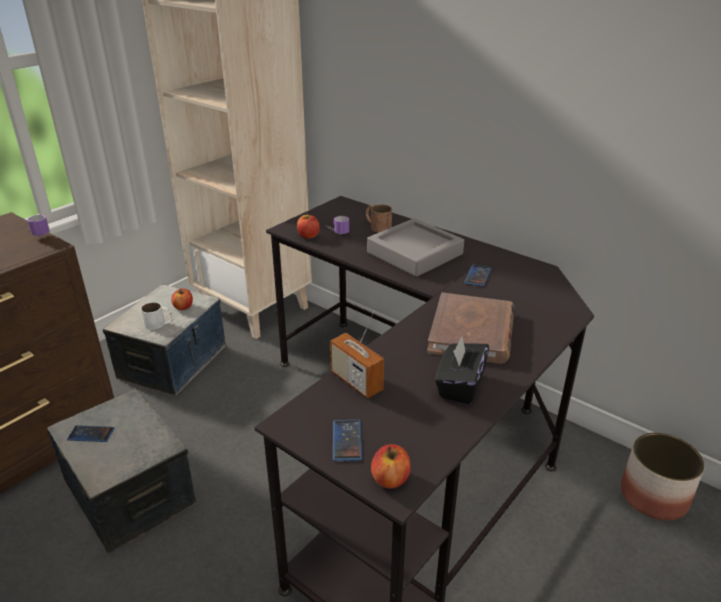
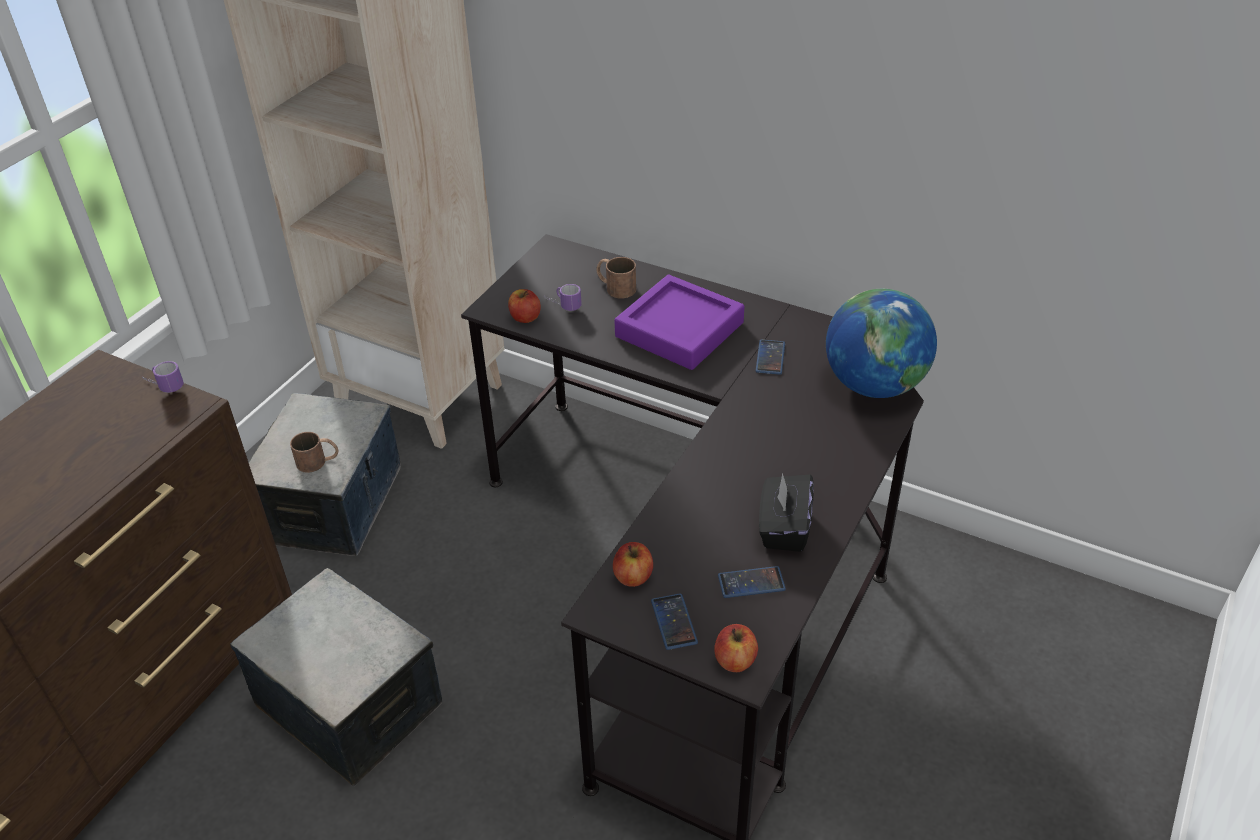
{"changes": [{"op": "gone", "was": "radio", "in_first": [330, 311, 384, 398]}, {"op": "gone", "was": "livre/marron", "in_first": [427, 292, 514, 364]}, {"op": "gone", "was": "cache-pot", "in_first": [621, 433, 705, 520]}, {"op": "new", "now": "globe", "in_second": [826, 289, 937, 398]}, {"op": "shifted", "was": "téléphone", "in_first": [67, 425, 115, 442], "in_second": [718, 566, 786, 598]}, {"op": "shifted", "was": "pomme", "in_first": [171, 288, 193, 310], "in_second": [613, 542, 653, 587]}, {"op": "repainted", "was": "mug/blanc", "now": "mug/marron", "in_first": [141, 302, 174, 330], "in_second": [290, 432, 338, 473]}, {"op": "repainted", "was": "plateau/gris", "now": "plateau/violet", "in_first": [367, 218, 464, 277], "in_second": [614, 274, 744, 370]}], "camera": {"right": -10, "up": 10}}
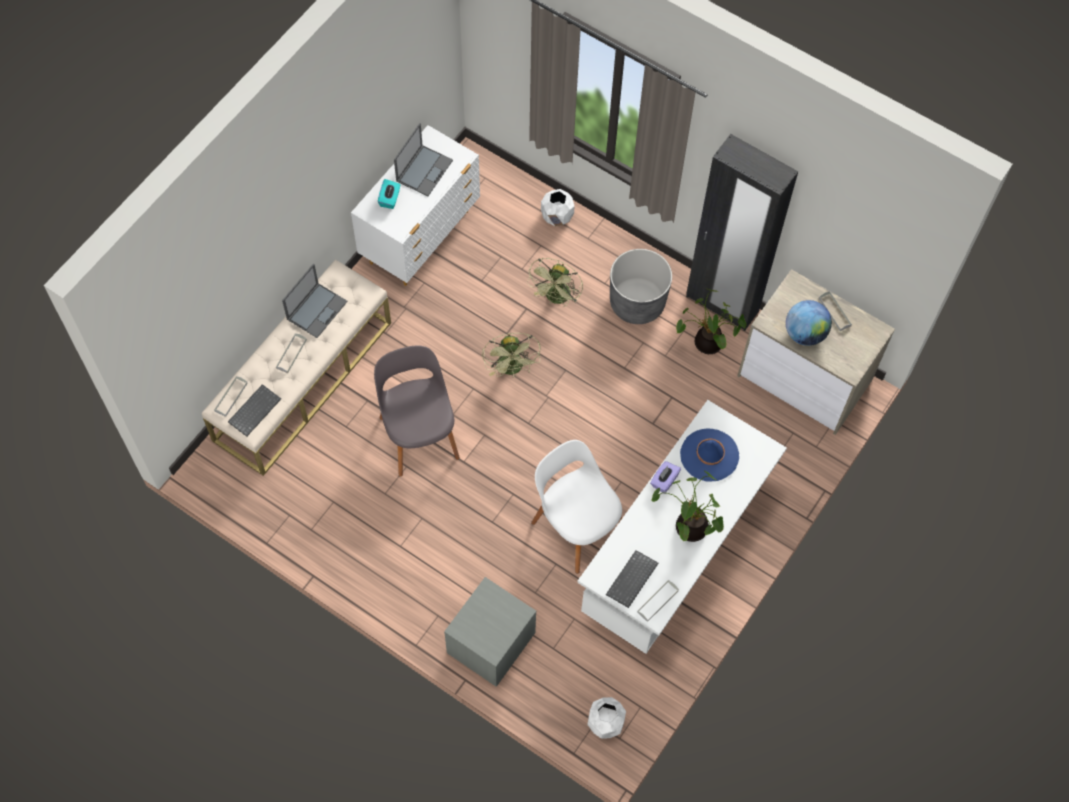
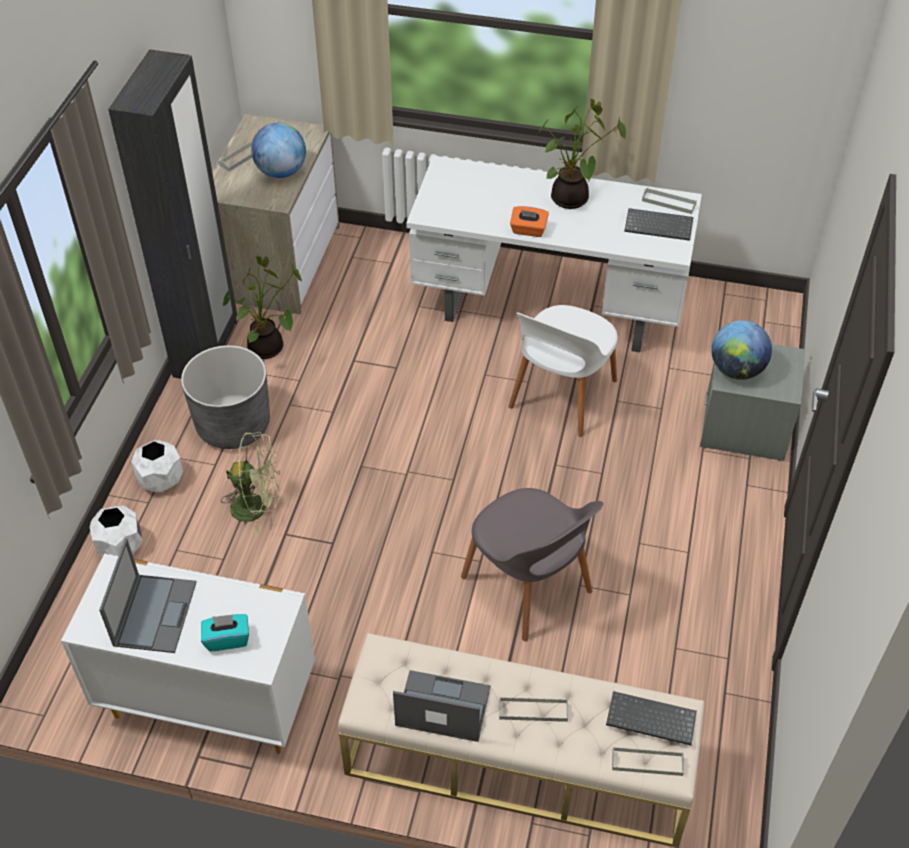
{"changes": [{"op": "gone", "was": "ventilateur/vert", "in_first": [482, 333, 541, 378]}, {"op": "gone", "was": "chapeau/bleu", "in_first": [680, 428, 739, 481]}, {"op": "new", "now": "globe", "in_second": [711, 320, 772, 380]}, {"op": "shifted", "was": "cache-pot/blanc", "in_first": [587, 697, 626, 739], "in_second": [131, 440, 183, 493]}, {"op": "repainted", "was": "boîte à mouchoirs/violet", "now": "boîte à mouchoirs/orange", "in_first": [650, 461, 681, 494], "in_second": [510, 206, 549, 237]}, {"op": "rotated", "was": "chaise/gris", "in_first": [374, 346, 460, 477], "in_second": [461, 488, 603, 641], "clockwise": -90}, {"op": "rotated", "was": "ordinateur portable", "in_first": [394, 123, 453, 196], "in_second": [99, 539, 196, 653], "clockwise": 90}], "camera": {"right": -110, "up": -15}}
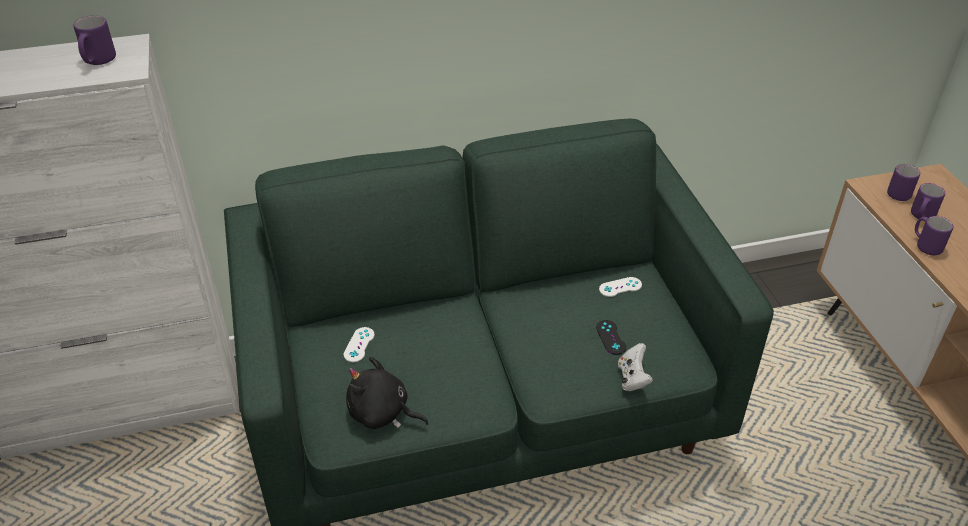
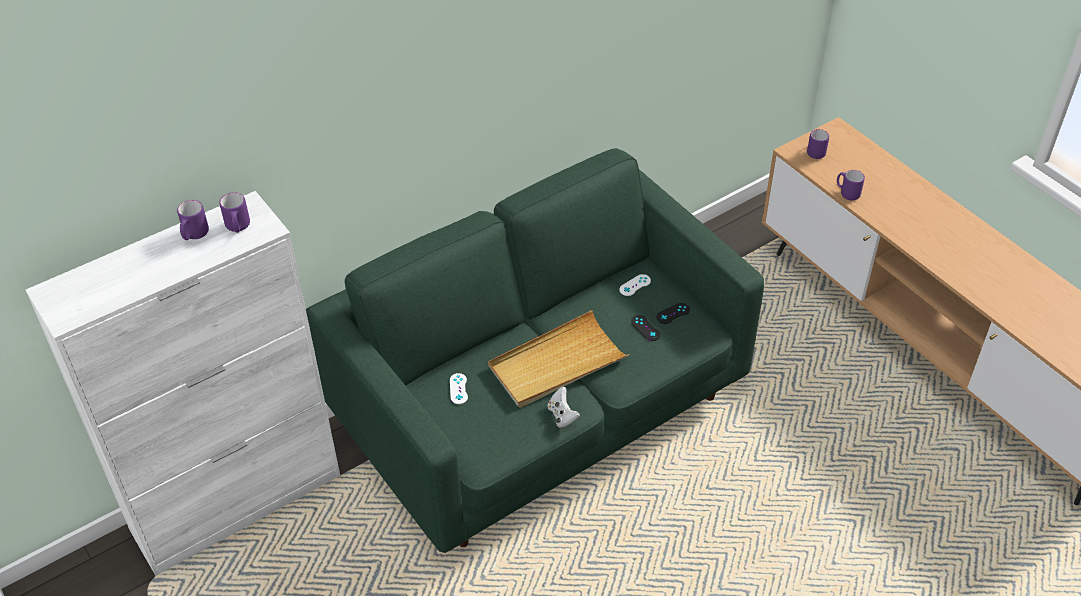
{"changes": [{"op": "gone", "was": "peluche/noir", "in_first": [346, 357, 429, 429]}, {"op": "new", "now": "plateau/beige", "in_second": [488, 310, 629, 408]}, {"op": "new", "now": "manette/noir", "in_second": [656, 303, 690, 324]}, {"op": "shifted", "was": "manette/blanc", "in_first": [618, 343, 653, 391], "in_second": [548, 387, 580, 428]}, {"op": "shifted", "was": "mug/violet", "in_first": [911, 183, 945, 221], "in_second": [177, 200, 209, 240]}], "camera": {"right": -20, "up": 5}}
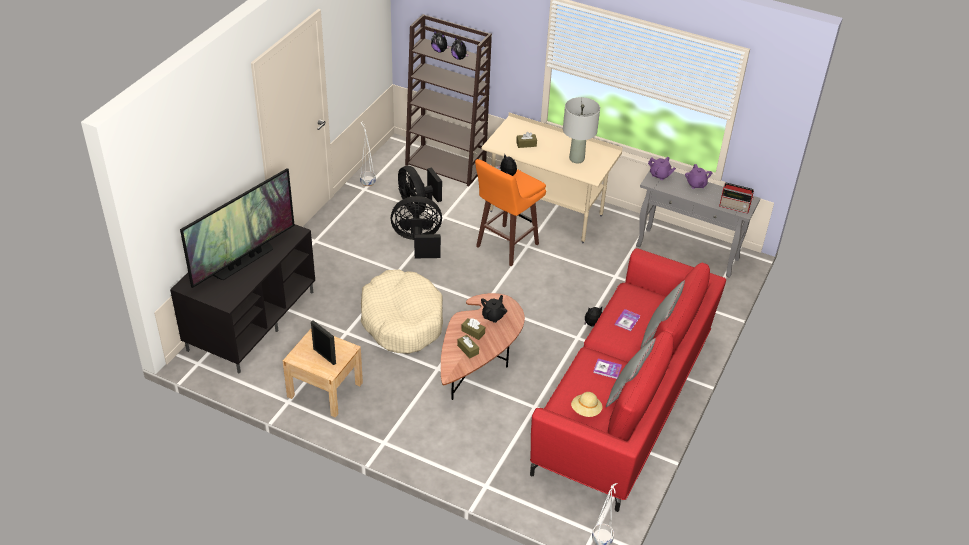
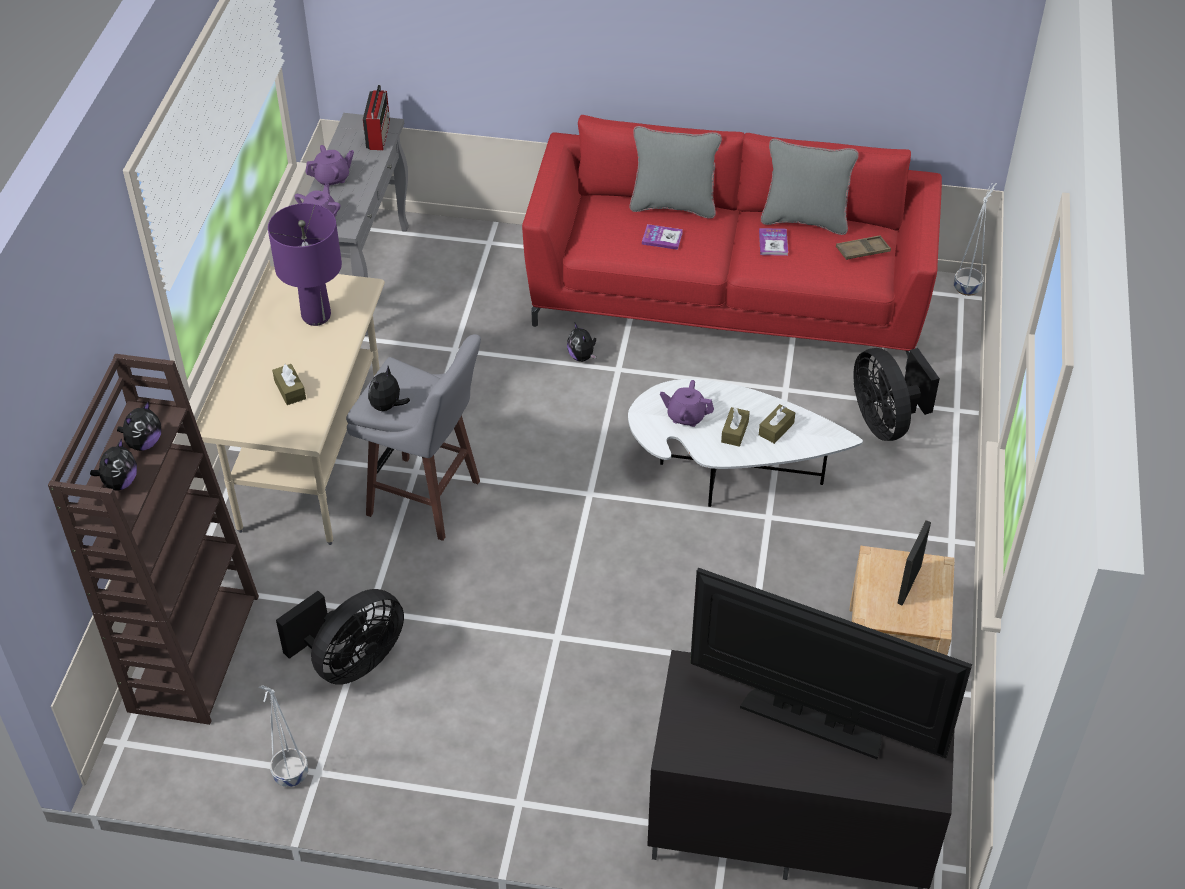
{"changes": [{"op": "gone", "was": "panier pour chien/beige", "in_first": [361, 269, 443, 354]}, {"op": "shifted", "was": "ventilateur/noir", "in_first": [391, 196, 442, 258], "in_second": [854, 348, 940, 441]}, {"op": "swapped", "was": "chapeau/beige", "now": "plateau/marron", "in_first": [571, 392, 603, 417], "in_second": [836, 235, 891, 260]}, {"op": "repainted", "was": "table basse/marron", "now": "table basse/blanc", "in_first": [441, 293, 525, 400], "in_second": [628, 379, 863, 507]}, {"op": "repainted", "was": "tabouret/orange", "now": "tabouret/gris", "in_first": [475, 159, 546, 266], "in_second": [346, 334, 481, 541]}, {"op": "repainted", "was": "théière/noir", "now": "théière/violet", "in_first": [481, 295, 507, 323], "in_second": [660, 380, 714, 427]}, {"op": "repainted", "was": "lampe de table/gris", "now": "lampe de table/violet", "in_first": [563, 97, 600, 163], "in_second": [268, 203, 342, 326]}], "camera": {"right": -105, "up": 5}}
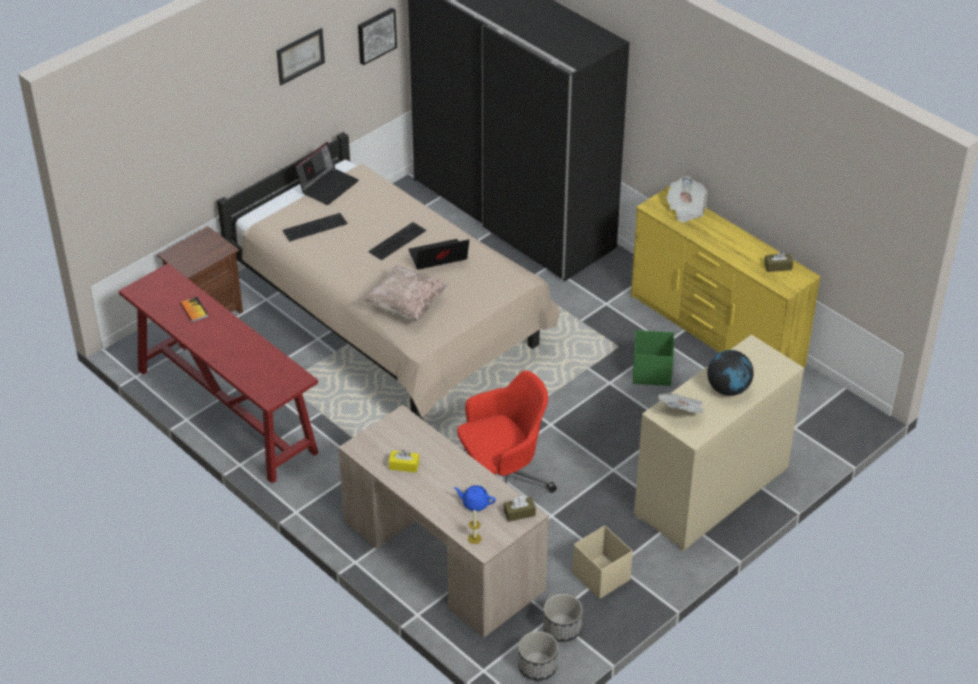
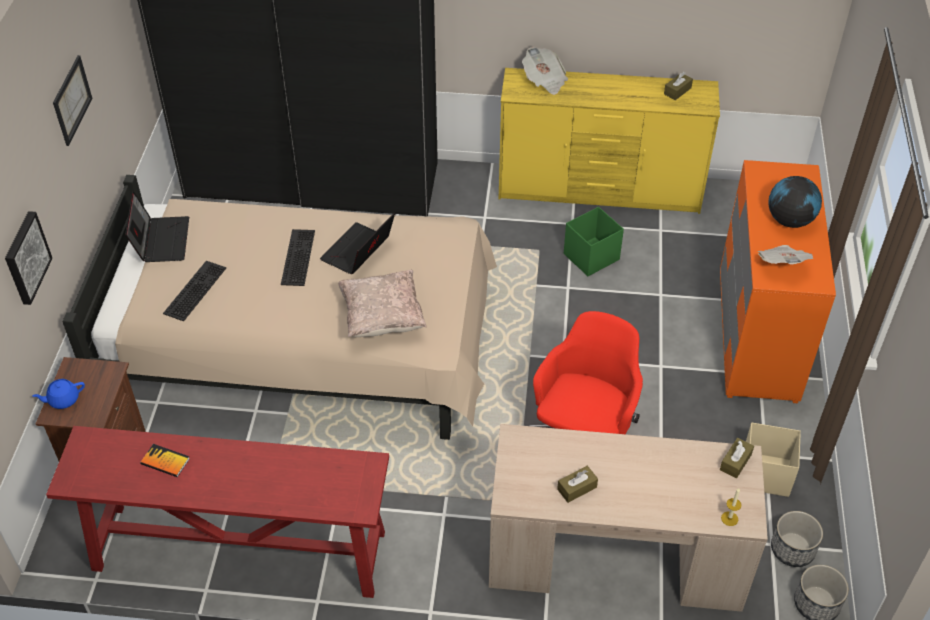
{"changes": [{"op": "shifted", "was": "tableau", "in_first": [358, 8, 397, 65], "in_second": [5, 211, 52, 305]}, {"op": "shifted", "was": "théière/bleu", "in_first": [454, 485, 496, 511], "in_second": [32, 379, 85, 409]}, {"op": "repainted", "was": "boîte à mouchoirs/jaune", "now": "boîte à mouchoirs/marron", "in_first": [389, 450, 419, 473], "in_second": [557, 466, 598, 503]}, {"op": "repainted", "was": "commode/beige", "now": "commode/orange", "in_first": [634, 334, 804, 551], "in_second": [720, 160, 836, 403]}], "camera": {"right": -40, "up": 5}}
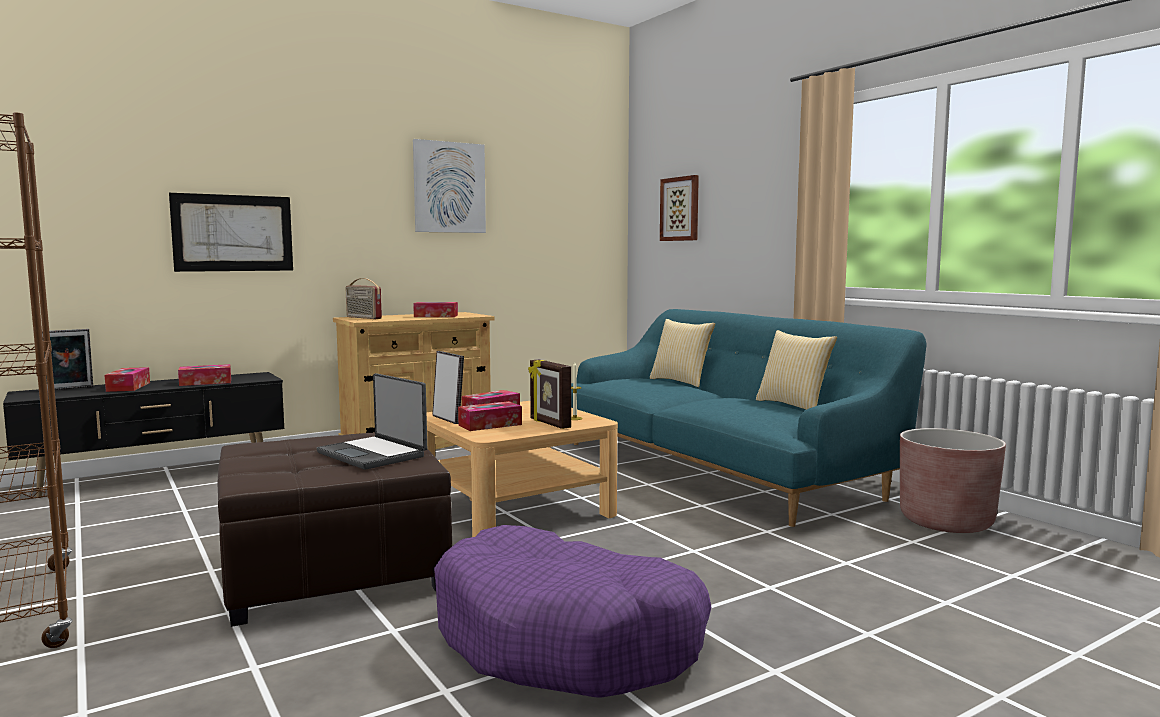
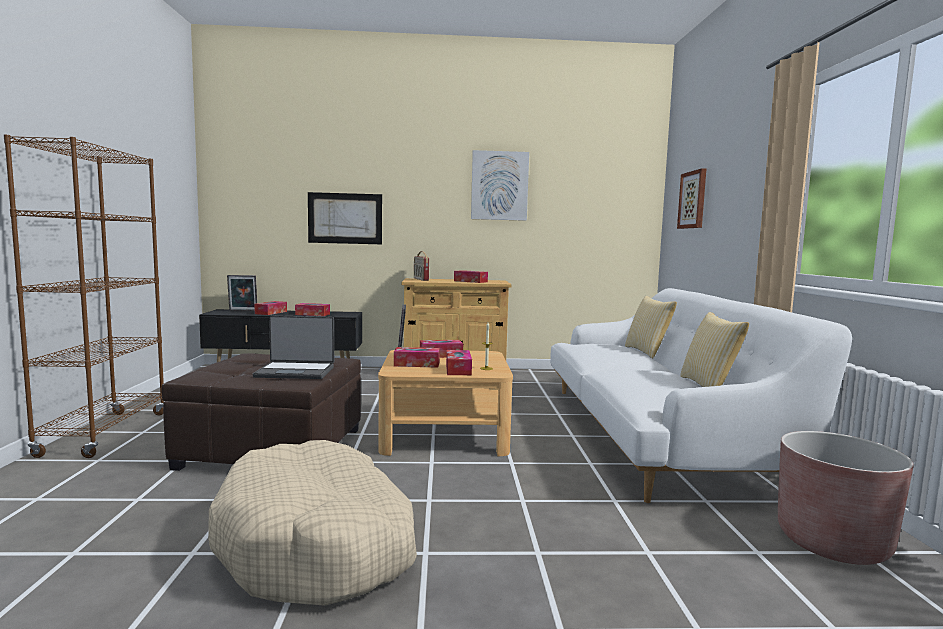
{"changes": [{"op": "swapped", "was": "cadre photo", "now": "boîte à mouchoirs", "in_first": [528, 360, 571, 429], "in_second": [446, 350, 472, 375]}, {"op": "repainted", "was": "panier pour chien/violet", "now": "panier pour chien/beige", "in_first": [434, 525, 711, 697], "in_second": [208, 440, 417, 606]}, {"op": "repainted", "was": "canapé/turquoise", "now": "canapé/blanc", "in_first": [571, 309, 927, 527], "in_second": [550, 288, 852, 503]}, {"op": "rotated", "was": "ordinateur portable", "in_first": [316, 373, 427, 469], "in_second": [253, 315, 334, 379], "clockwise": -75}], "camera": {"right": 30, "up": 0}}
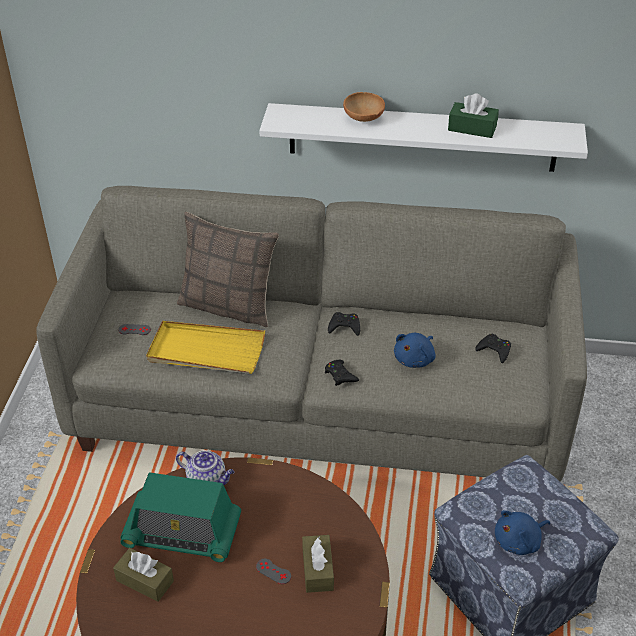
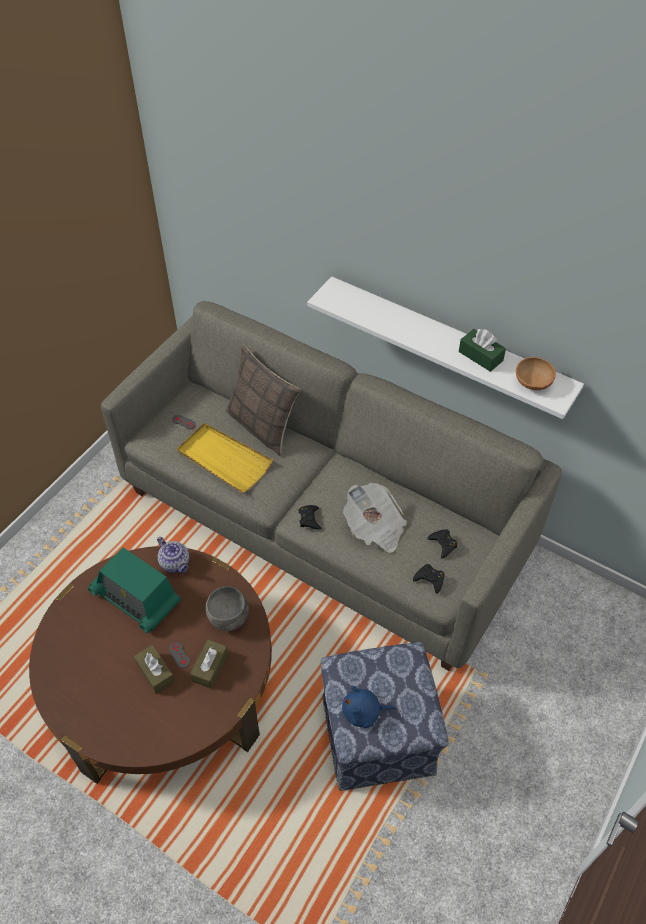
{"changes": [{"op": "new", "now": "bol/gris", "in_second": [205, 586, 249, 631]}, {"op": "shifted", "was": "boîte à mouchoirs/marron", "in_first": [113, 548, 174, 602], "in_second": [134, 645, 175, 694]}, {"op": "shifted", "was": "manette/noir", "in_first": [328, 312, 360, 336], "in_second": [413, 564, 445, 594]}, {"op": "shifted", "was": "bol/marron", "in_first": [343, 92, 385, 122], "in_second": [516, 357, 556, 390]}, {"op": "swapped", "was": "peluche/bleu", "now": "journal", "in_first": [394, 333, 436, 368], "in_second": [343, 483, 407, 553]}], "camera": {"right": 25, "up": 10}}
